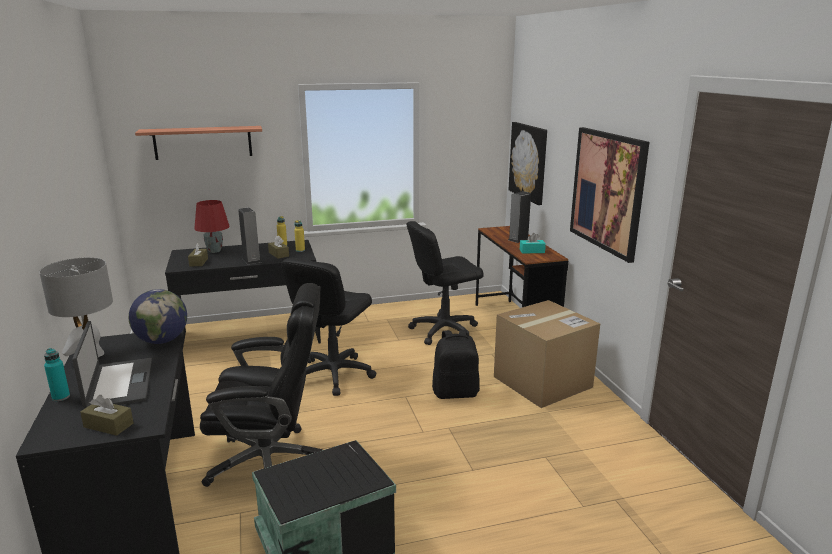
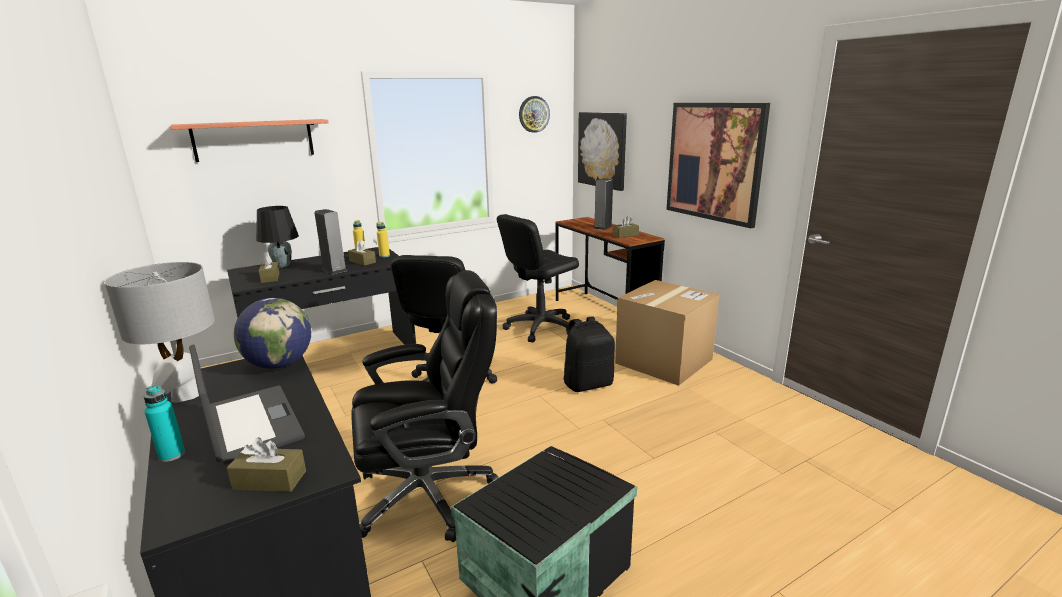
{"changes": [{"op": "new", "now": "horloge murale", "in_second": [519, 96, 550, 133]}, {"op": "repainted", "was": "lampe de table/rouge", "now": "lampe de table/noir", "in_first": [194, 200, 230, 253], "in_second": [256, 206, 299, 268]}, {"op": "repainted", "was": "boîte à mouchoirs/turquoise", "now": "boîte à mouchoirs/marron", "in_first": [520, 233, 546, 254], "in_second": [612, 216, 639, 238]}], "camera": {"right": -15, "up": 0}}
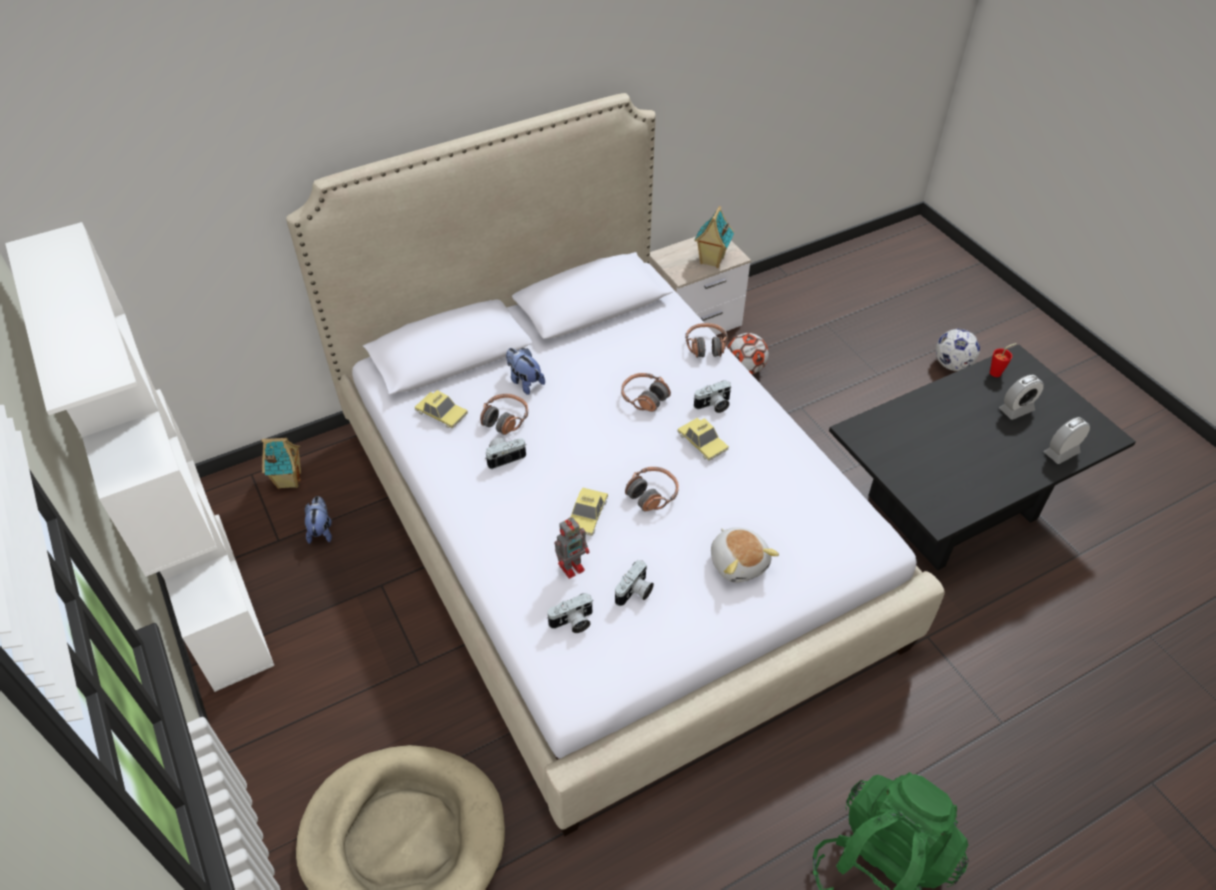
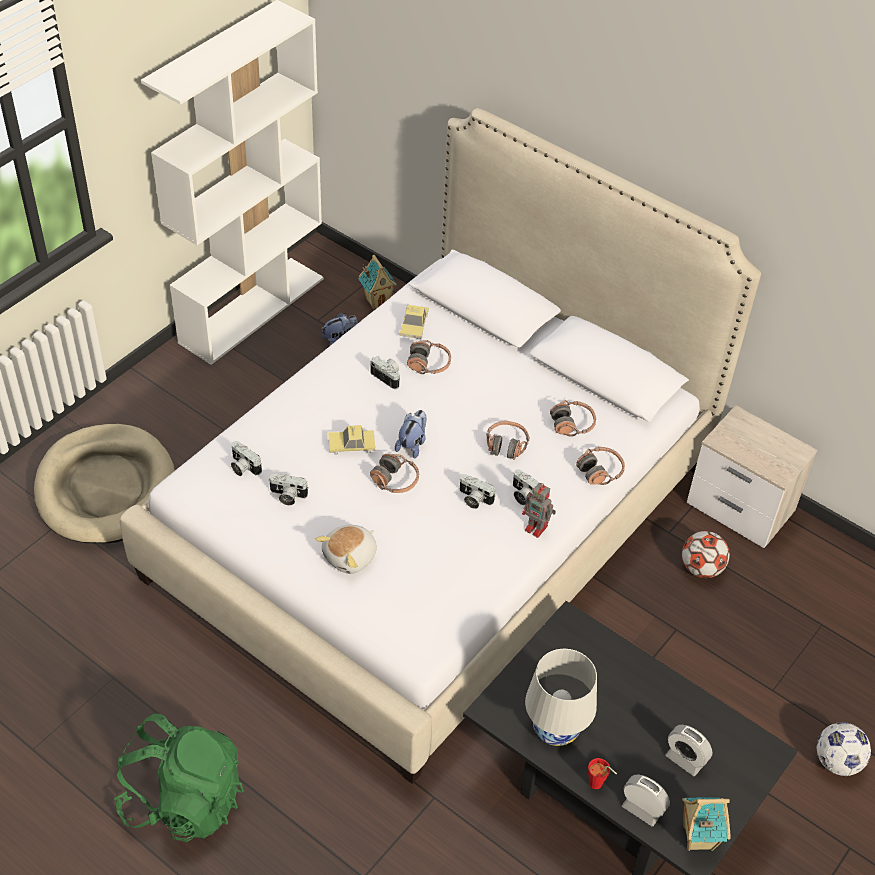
{"changes": [{"op": "new", "now": "lampe de table/blanc", "in_second": [525, 649, 597, 746]}, {"op": "new", "now": "casque audio", "in_second": [550, 400, 596, 437]}, {"op": "shifted", "was": "peluche", "in_first": [506, 348, 545, 395], "in_second": [395, 410, 426, 458]}, {"op": "shifted", "was": "robot jouet", "in_first": [554, 517, 589, 579], "in_second": [522, 483, 556, 538]}, {"op": "shifted", "was": "maison miniature", "in_first": [694, 206, 734, 268], "in_second": [682, 797, 730, 851]}, {"op": "shifted", "was": "tasse/rouge", "in_first": [990, 343, 1016, 377], "in_second": [588, 758, 617, 789]}, {"op": "swapped", "was": "petite voiture", "now": "appareil photo", "in_first": [677, 418, 729, 461], "in_second": [460, 474, 495, 509]}], "camera": {"right": 65, "up": 0}}
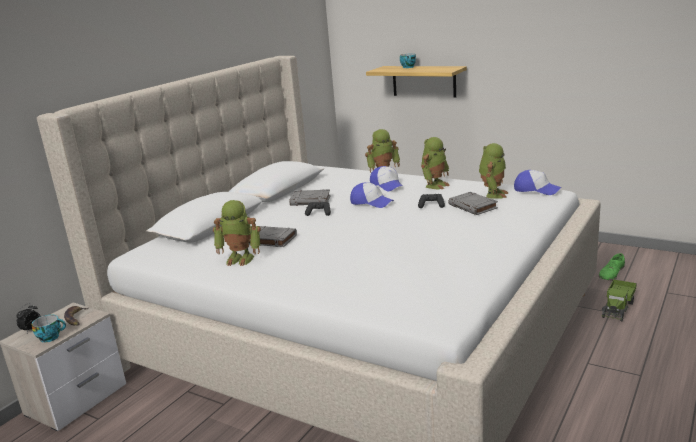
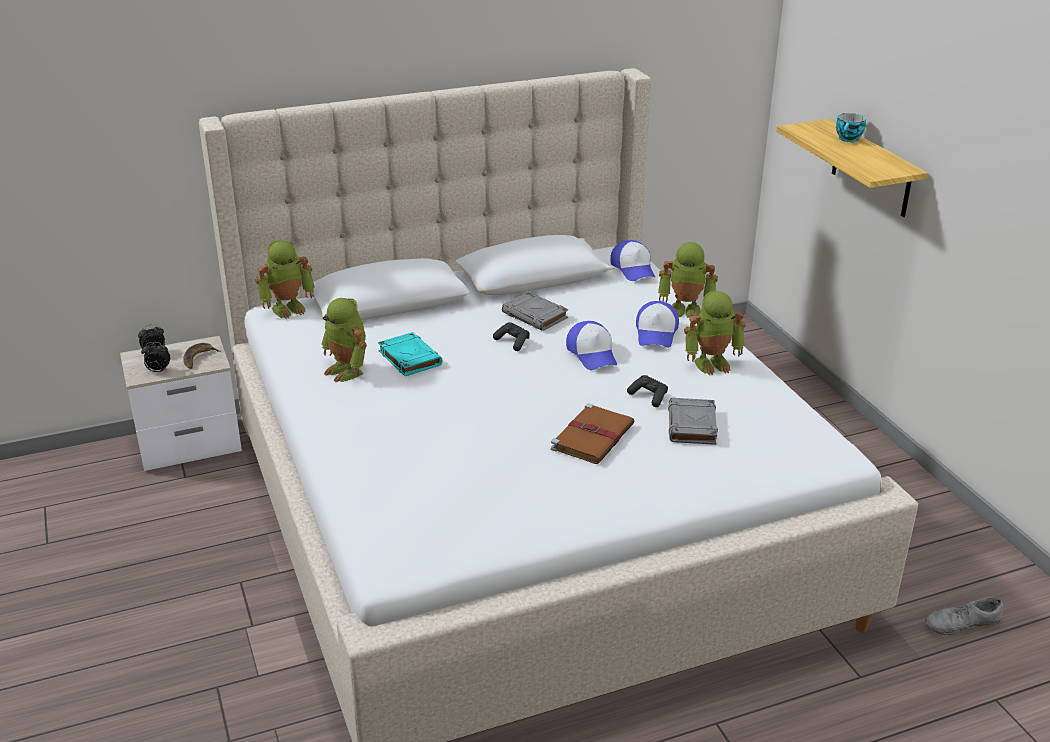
{"changes": [{"op": "gone", "was": "camion jouet", "in_first": [602, 279, 637, 321]}, {"op": "new", "now": "livre/marron", "in_second": [551, 403, 635, 464]}, {"op": "shifted", "was": "robot jouet", "in_first": [479, 143, 508, 199], "in_second": [255, 240, 315, 319]}, {"op": "shifted", "was": "casquette", "in_first": [514, 170, 561, 195], "in_second": [610, 240, 655, 281]}, {"op": "swapped", "was": "tasse", "now": "réveil", "in_first": [32, 315, 66, 343], "in_second": [141, 342, 170, 372]}, {"op": "repainted", "was": "livre/gris", "now": "livre/turquoise", "in_first": [249, 226, 297, 247], "in_second": [378, 332, 443, 376]}, {"op": "repainted", "was": "chaussure/vert", "now": "chaussure/gris", "in_first": [599, 253, 625, 281], "in_second": [925, 597, 1003, 635]}], "camera": {"right": 35, "up": 10}}
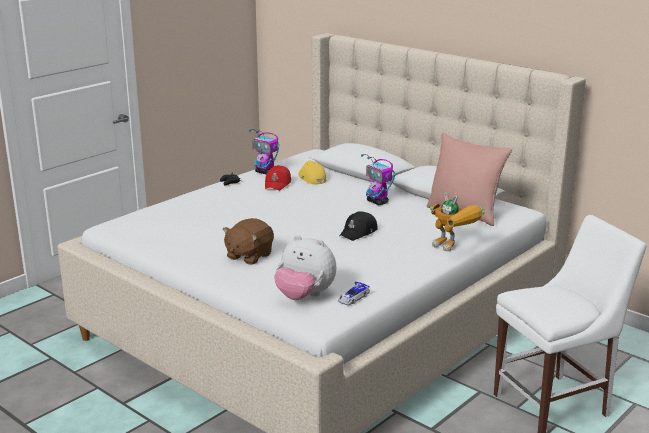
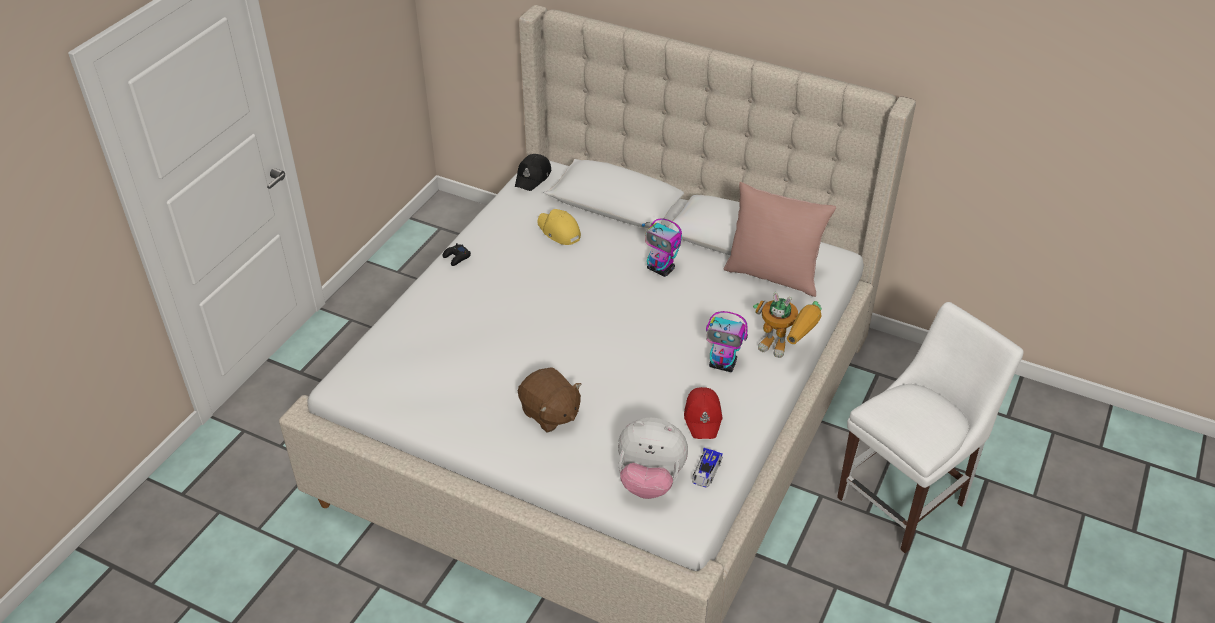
{"changes": [{"op": "shifted", "was": "robot jouet", "in_first": [249, 129, 279, 174], "in_second": [706, 311, 748, 372]}, {"op": "shifted", "was": "casquette/rouge", "in_first": [265, 165, 291, 191], "in_second": [684, 387, 722, 439]}, {"op": "shifted", "was": "casquette/noir", "in_first": [339, 211, 377, 241], "in_second": [515, 154, 551, 191]}, {"op": "rotated", "was": "peluche/marron", "in_first": [223, 218, 274, 265], "in_second": [518, 367, 582, 432], "clockwise": -60}], "camera": {"right": -15, "up": 20}}
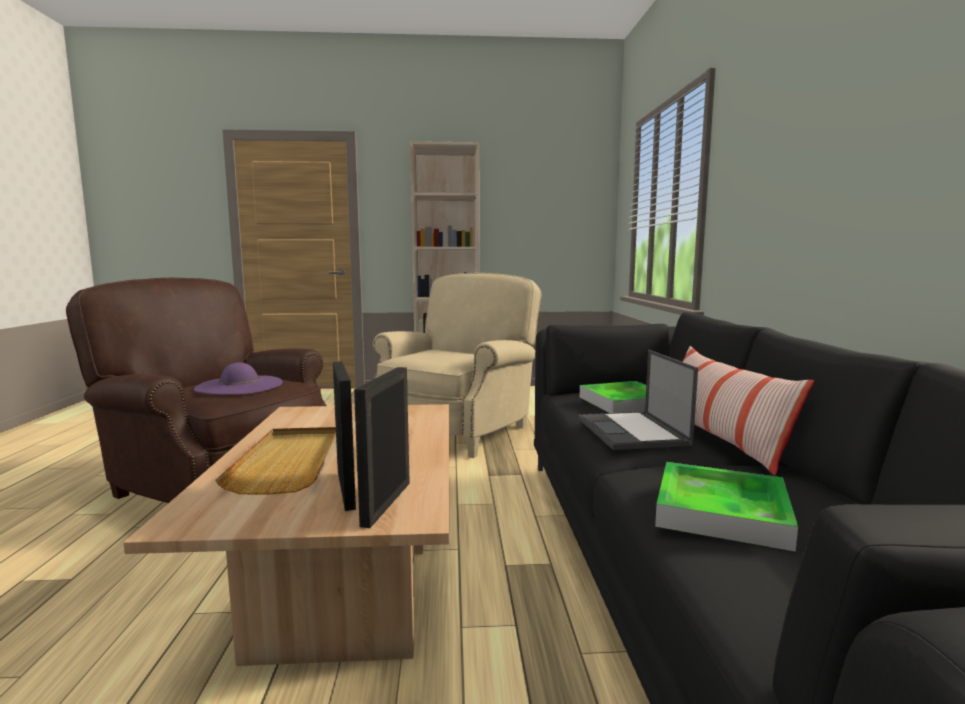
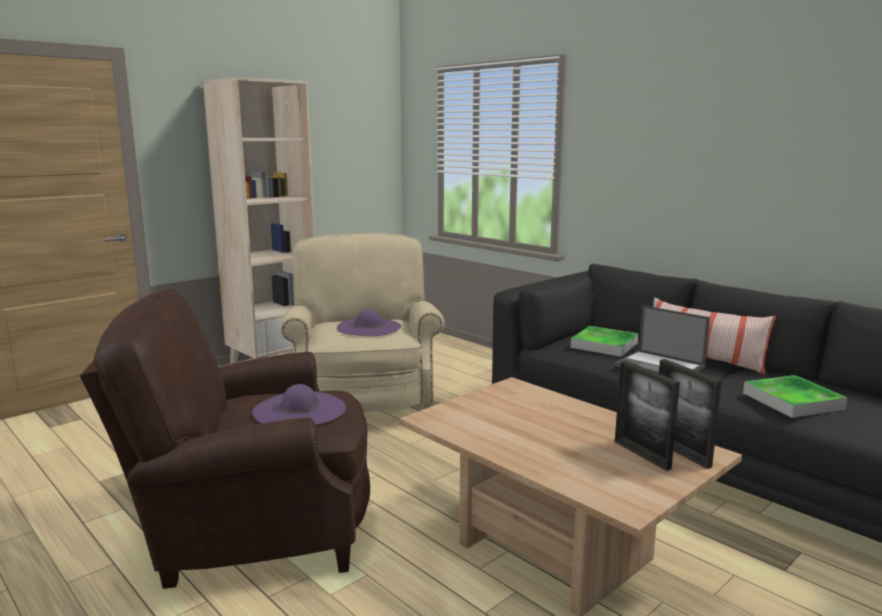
{"changes": [{"op": "gone", "was": "plateau/beige", "in_first": [216, 427, 336, 495]}, {"op": "new", "now": "chapeau/violet", "in_second": [337, 309, 401, 336]}, {"op": "rotated", "was": "cadre photo", "in_first": [333, 361, 356, 511], "in_second": [615, 360, 680, 471], "clockwise": -150}], "camera": {"right": -40, "up": 5}}
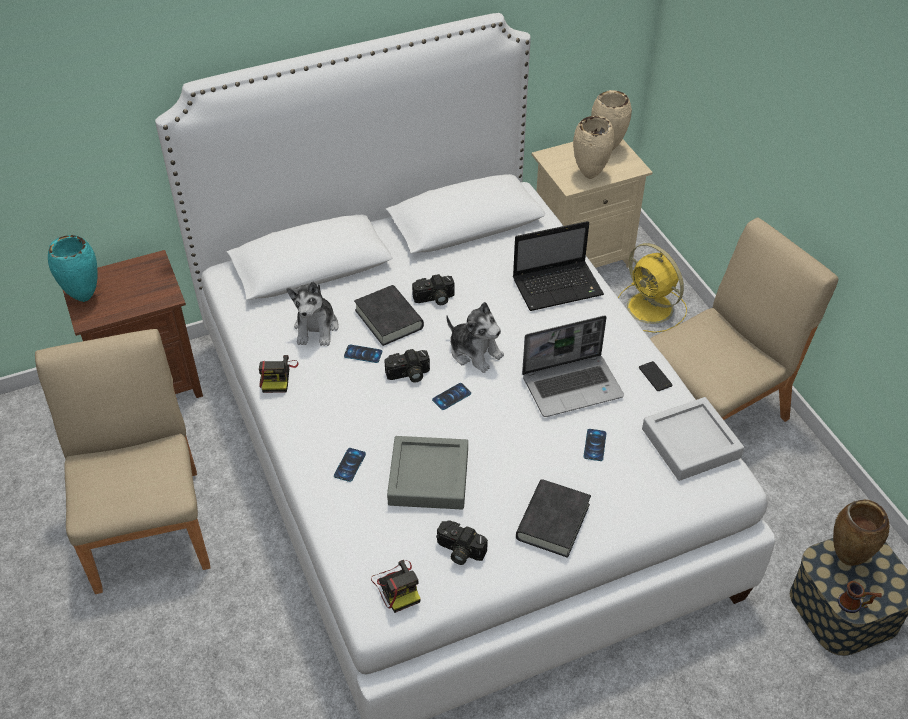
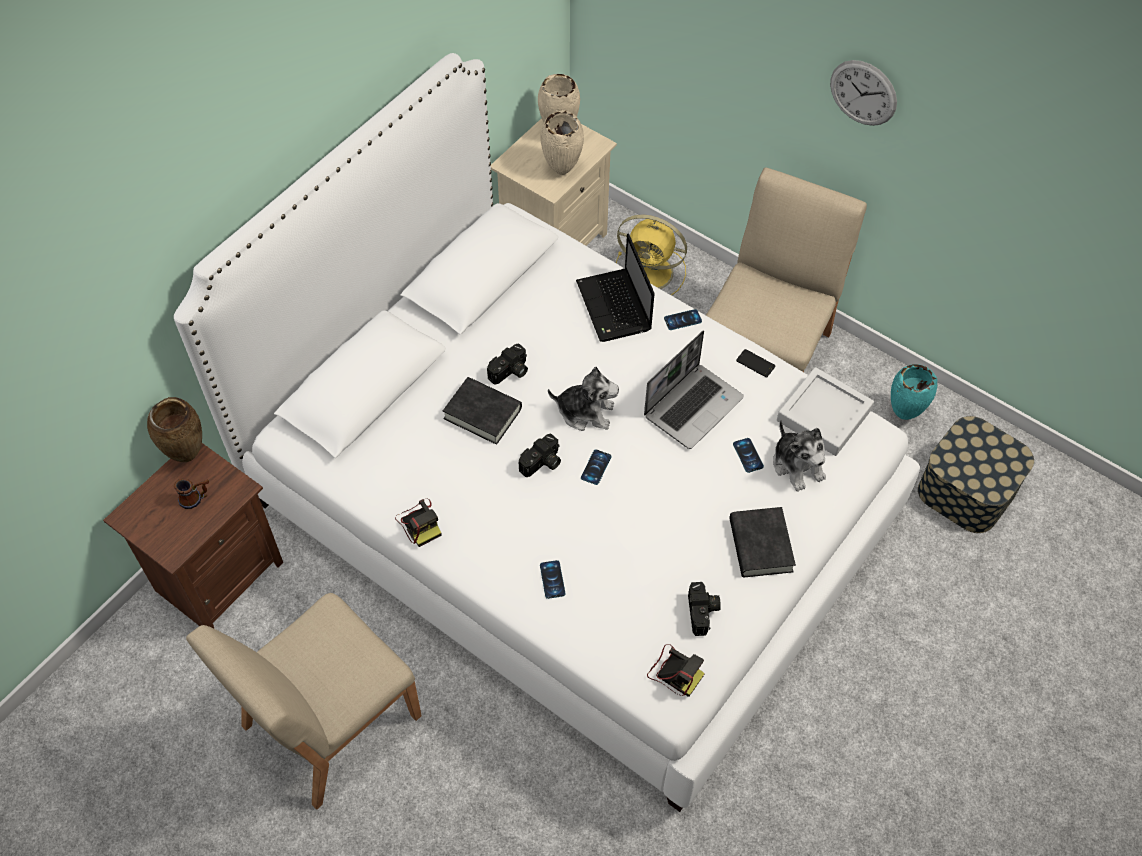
{"changes": [{"op": "gone", "was": "plateau/gris", "in_first": [387, 436, 468, 509]}, {"op": "new", "now": "horloge murale", "in_second": [830, 60, 897, 126]}, {"op": "shifted", "was": "vase/turquoise", "in_first": [48, 235, 98, 302], "in_second": [891, 364, 937, 420]}, {"op": "shifted", "was": "peluche", "in_first": [286, 281, 339, 346], "in_second": [773, 420, 826, 492]}, {"op": "shifted", "was": "téléphone", "in_first": [344, 345, 382, 363], "in_second": [664, 309, 702, 330]}, {"op": "shifted", "was": "vase/marron", "in_first": [833, 499, 889, 566], "in_second": [147, 397, 202, 462]}, {"op": "shifted", "was": "mug", "in_first": [837, 581, 882, 613], "in_second": [174, 479, 209, 509]}, {"op": "rotated", "was": "chaise/beige", "in_first": [35, 329, 211, 594], "in_second": [186, 593, 421, 810], "clockwise": -90}, {"op": "rotated", "was": "appareil photo", "in_first": [436, 520, 488, 565], "in_second": [688, 582, 721, 636], "clockwise": -90}, {"op": "rotated", "was": "ordinateur portable", "in_first": [513, 221, 604, 311], "in_second": [576, 233, 654, 342], "clockwise": 120}], "camera": {"right": -30, "up": 10}}
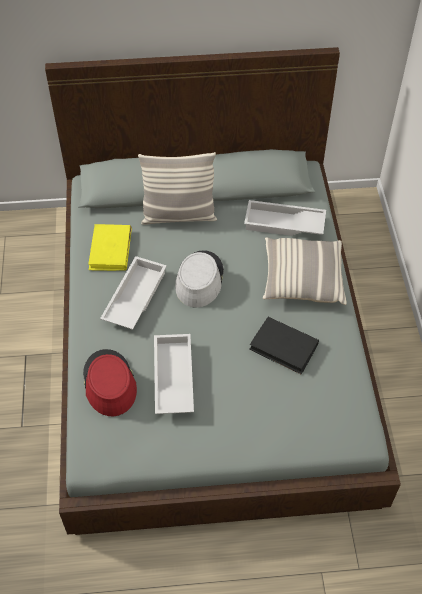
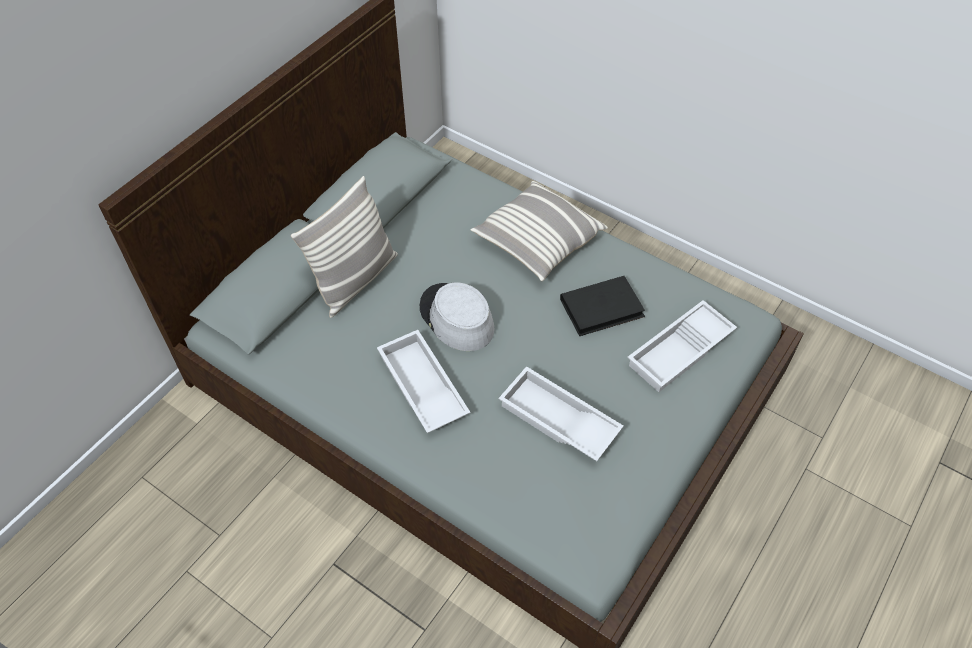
{"changes": [{"op": "gone", "was": "chapeau/rouge", "in_first": [83, 349, 137, 416]}, {"op": "gone", "was": "livre/jaune", "in_first": [88, 224, 132, 271]}, {"op": "shifted", "was": "plateau/blanc", "in_first": [244, 200, 326, 236], "in_second": [627, 300, 737, 392]}], "camera": {"right": -50, "up": 0}}
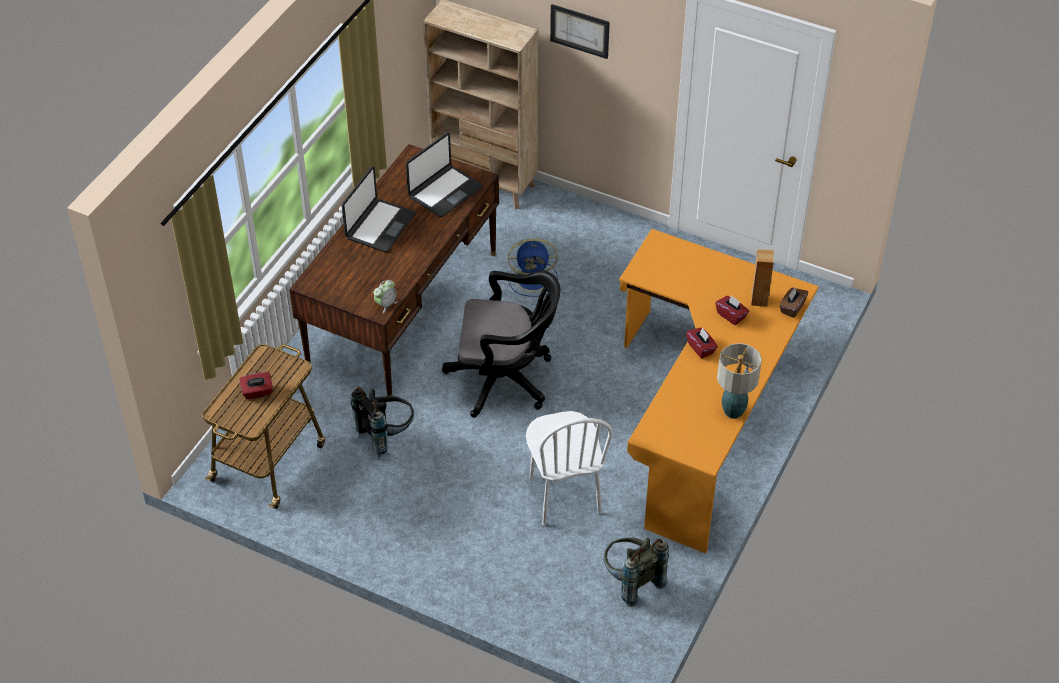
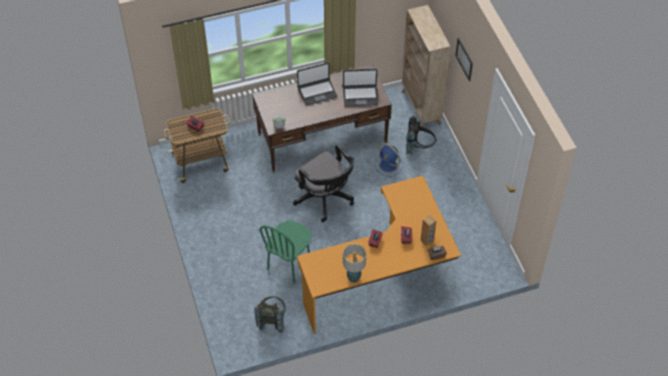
{"changes": [{"op": "shifted", "was": "sac à dos/noir", "in_first": [351, 387, 414, 460], "in_second": [406, 116, 436, 156]}, {"op": "repainted", "was": "chaise/blanc", "now": "chaise/vert", "in_first": [526, 411, 613, 526], "in_second": [260, 221, 311, 284]}], "camera": {"right": 45, "up": 5}}
